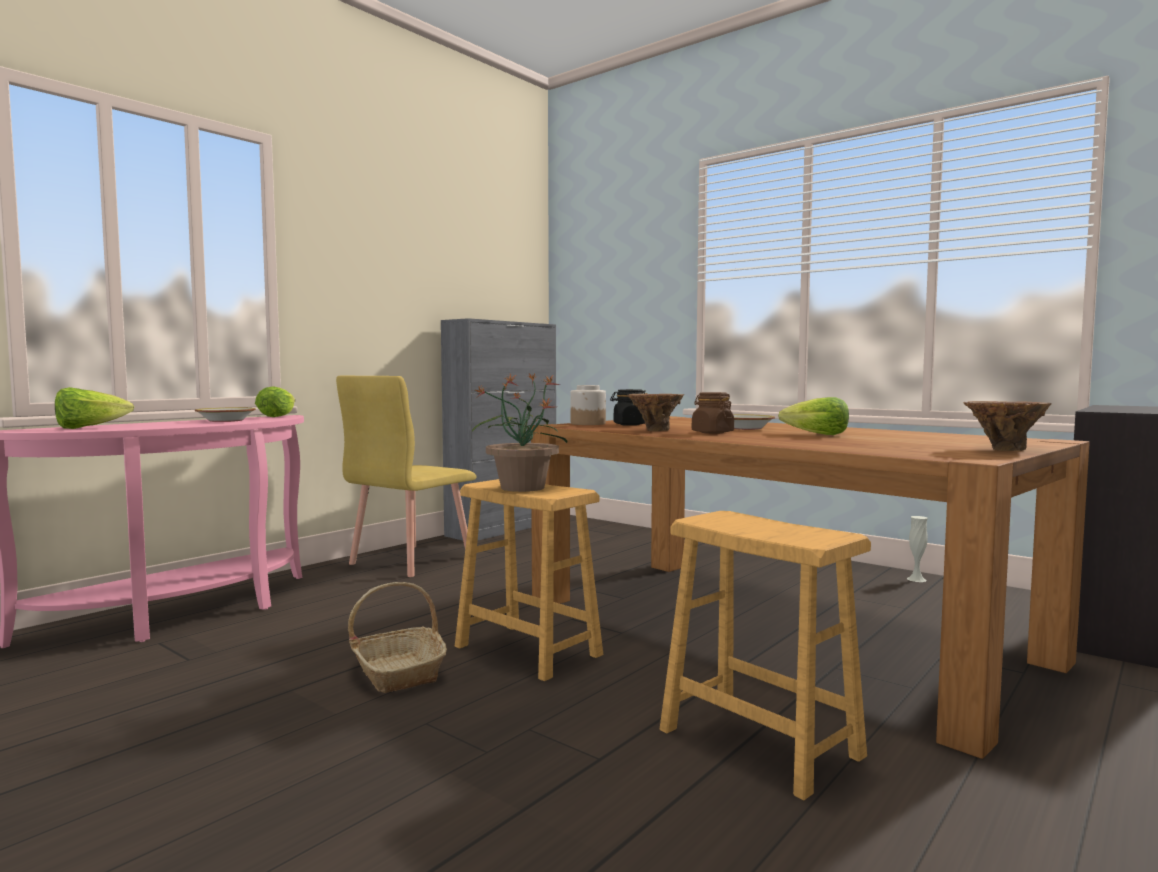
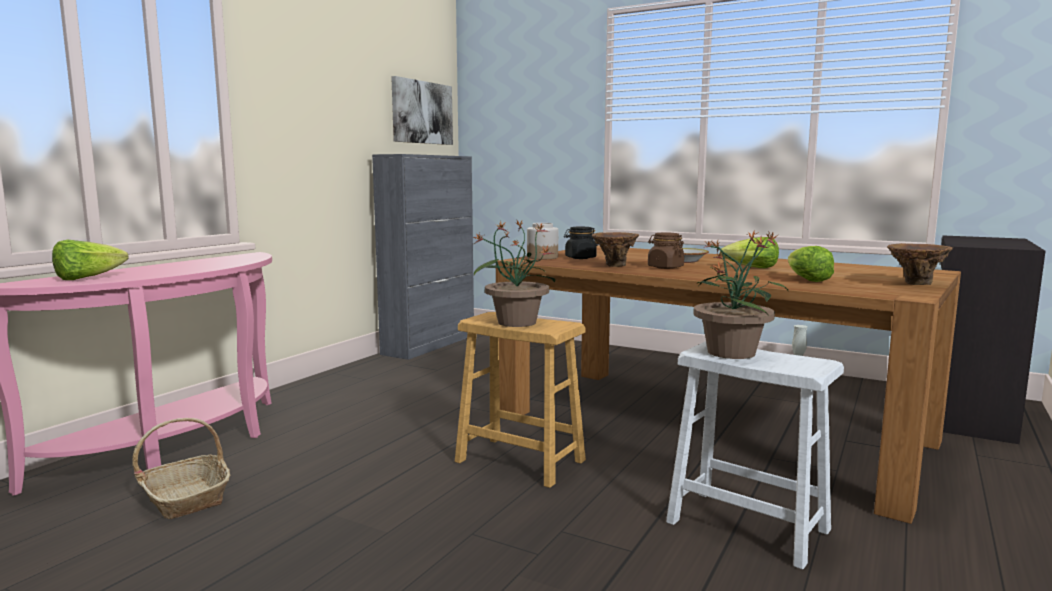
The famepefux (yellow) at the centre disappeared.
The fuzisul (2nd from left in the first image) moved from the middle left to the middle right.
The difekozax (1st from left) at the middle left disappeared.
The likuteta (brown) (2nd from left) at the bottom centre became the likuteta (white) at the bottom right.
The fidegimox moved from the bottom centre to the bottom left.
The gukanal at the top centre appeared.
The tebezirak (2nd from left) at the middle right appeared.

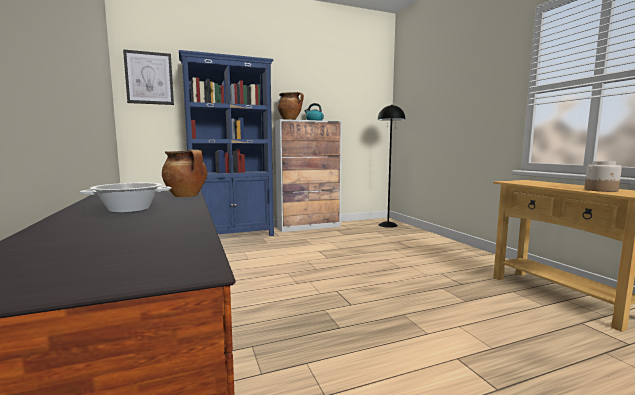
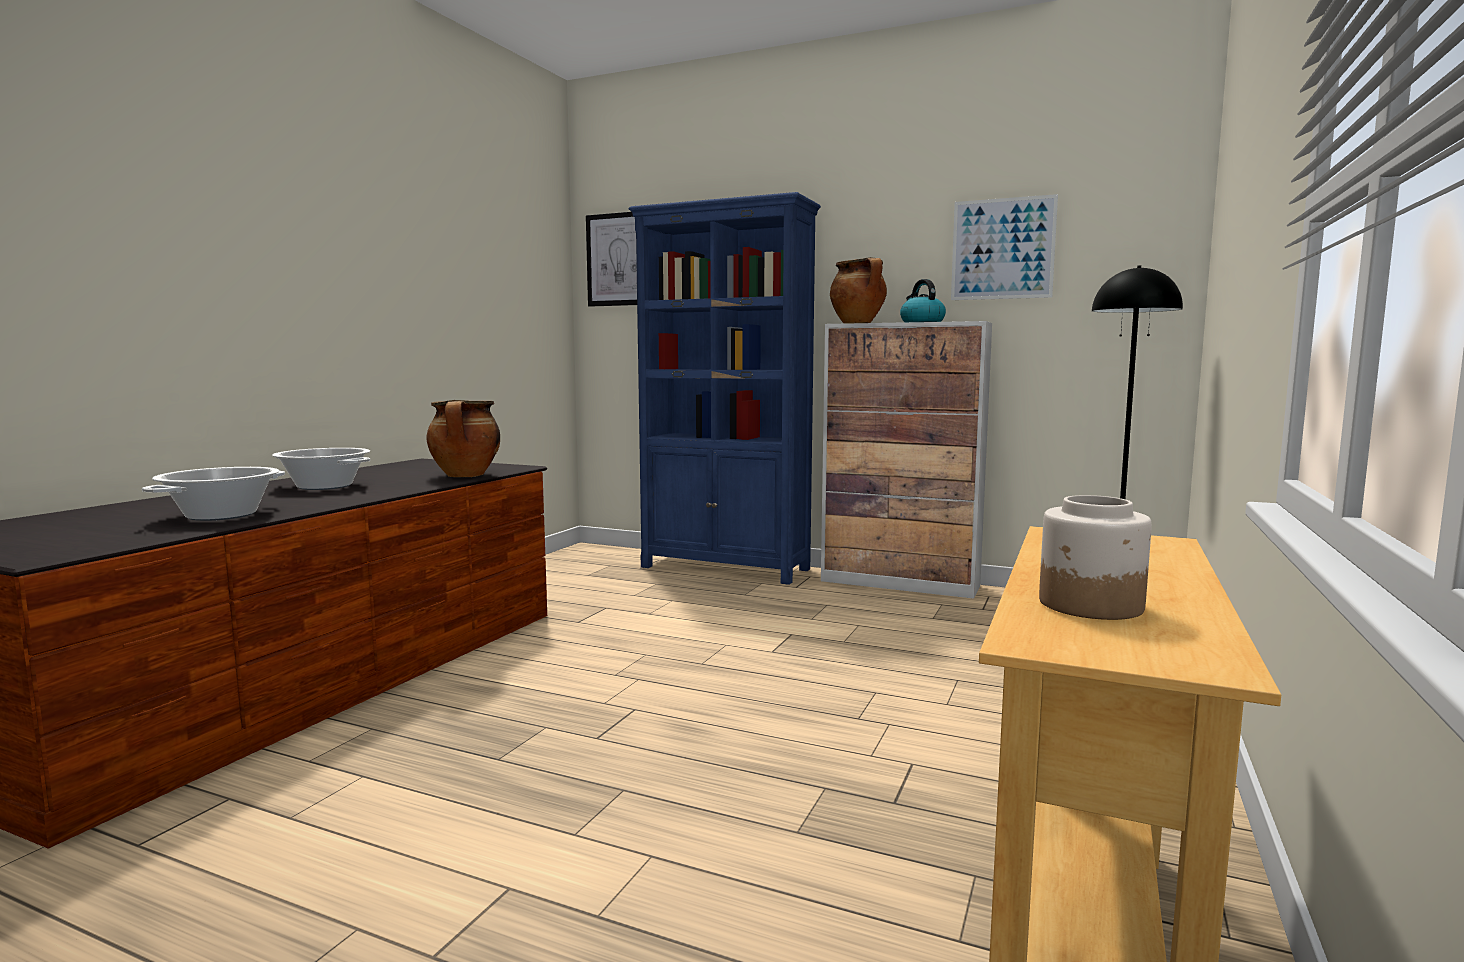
The gukanal (2nd from left) at the top right appeared.
The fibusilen (1st from left) at the middle left appeared.

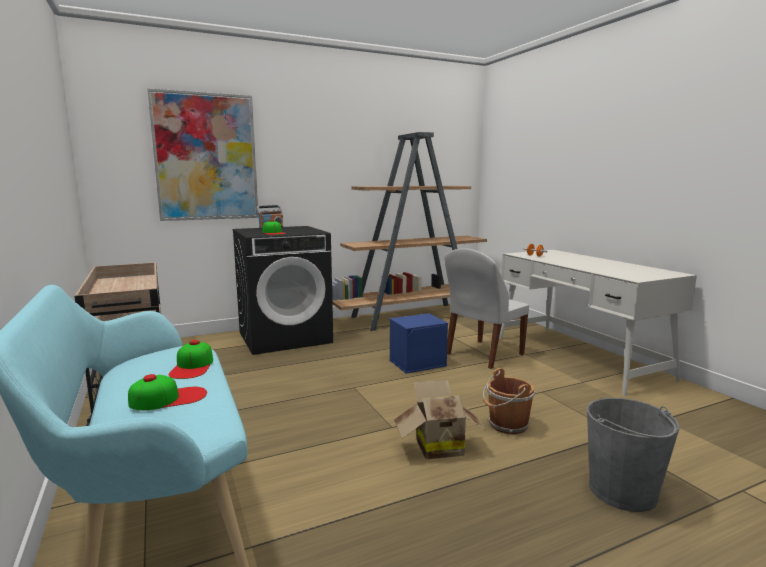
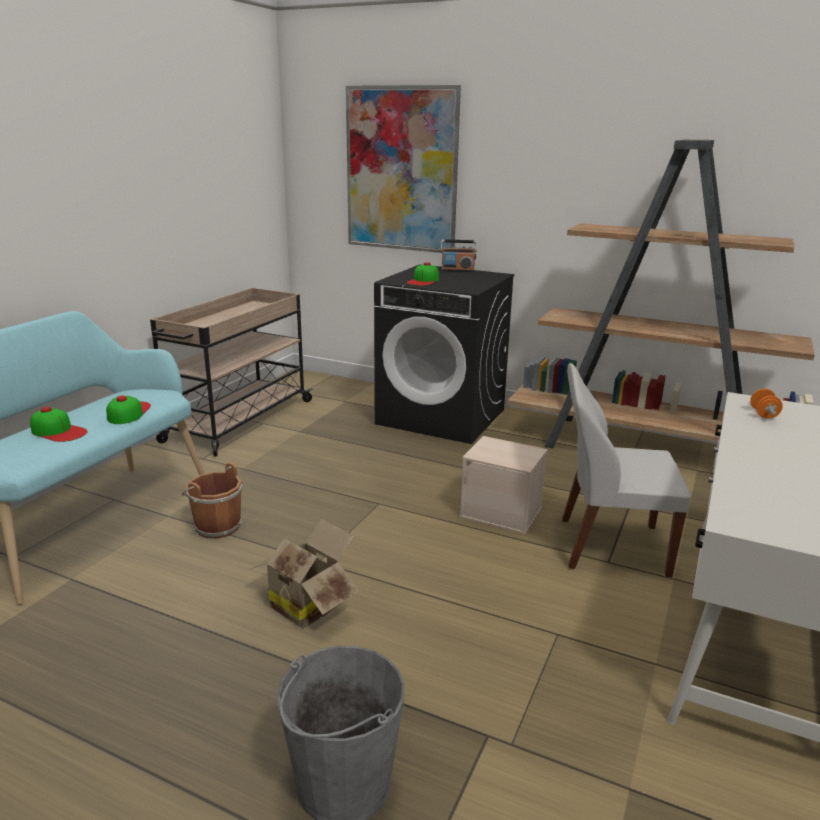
The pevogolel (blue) at the centre became the pevogolel (beige) at the centre.
The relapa (2nd from left) at the middle left turned 135 degrees clockwise.
The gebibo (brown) moved from the bottom centre to the middle left.

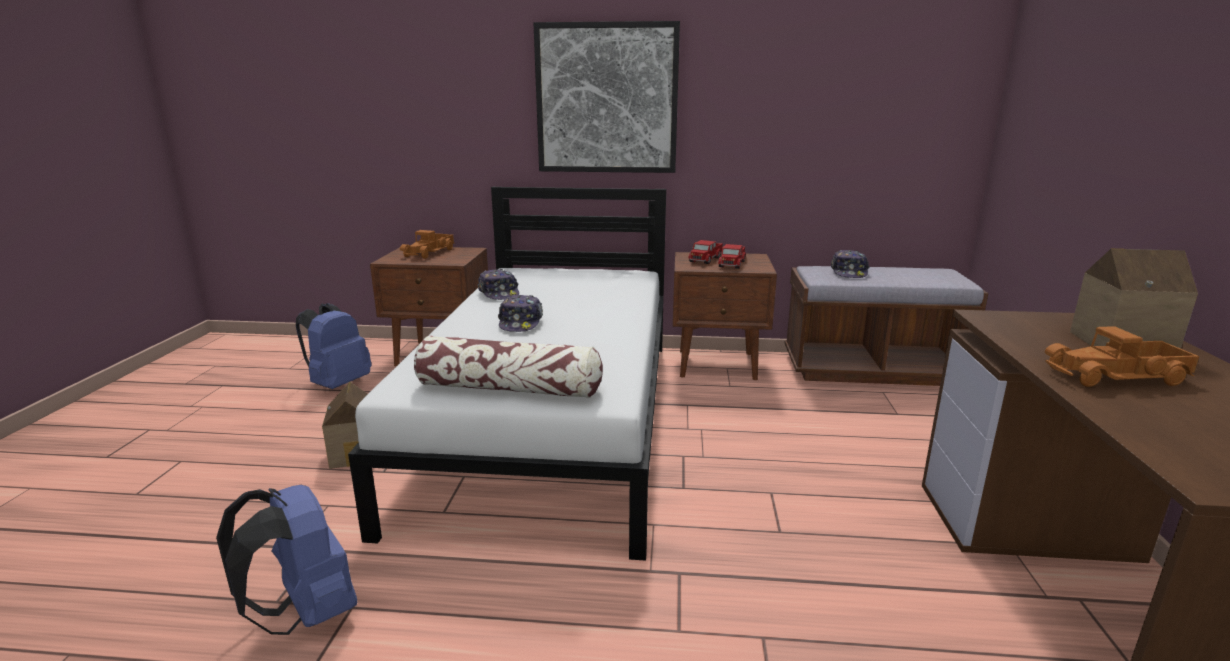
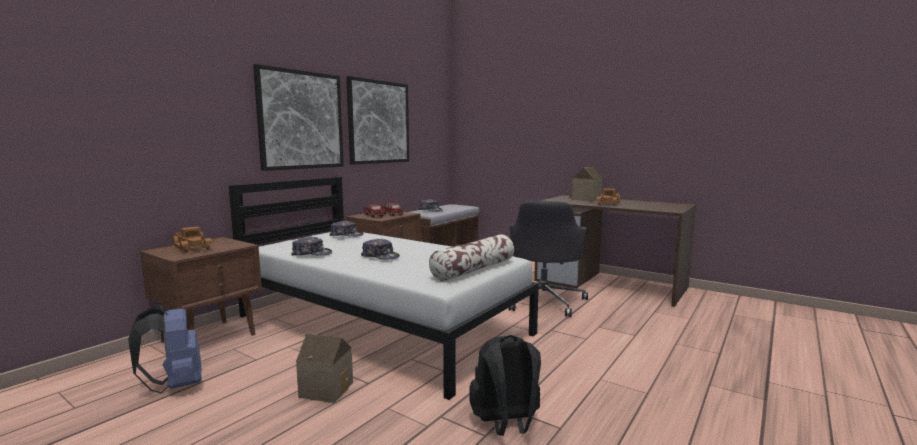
The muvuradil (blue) (1st from left) at the bottom left became the muvuradil (black) at the bottom centre.
The gukanal (2nd from left) at the top centre appeared.
The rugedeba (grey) at the centre appeared.
The relapa (2nd from left) at the centre appeared.

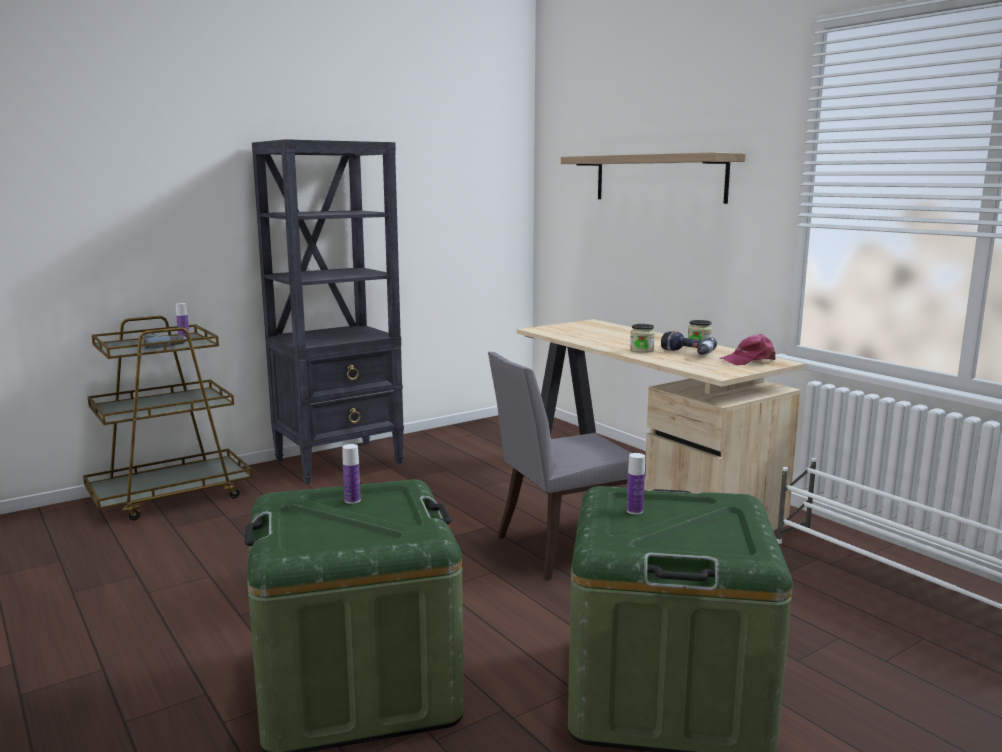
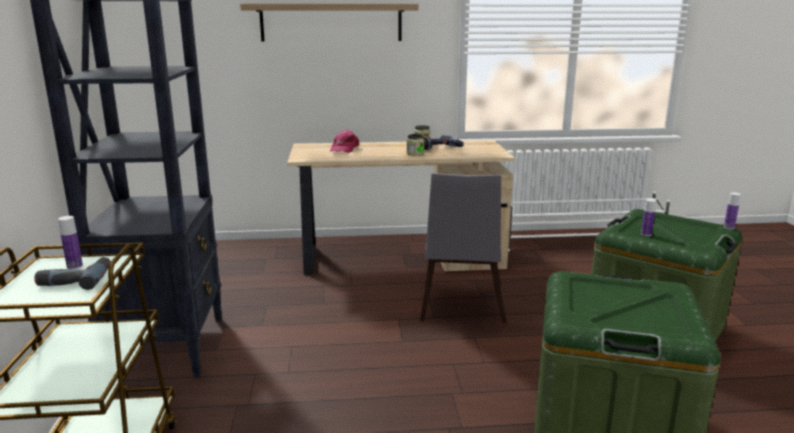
The relapa (pink) moved from the middle right to the top centre.
The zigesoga (2nd from left in the first image) moved from the centre to the middle right.

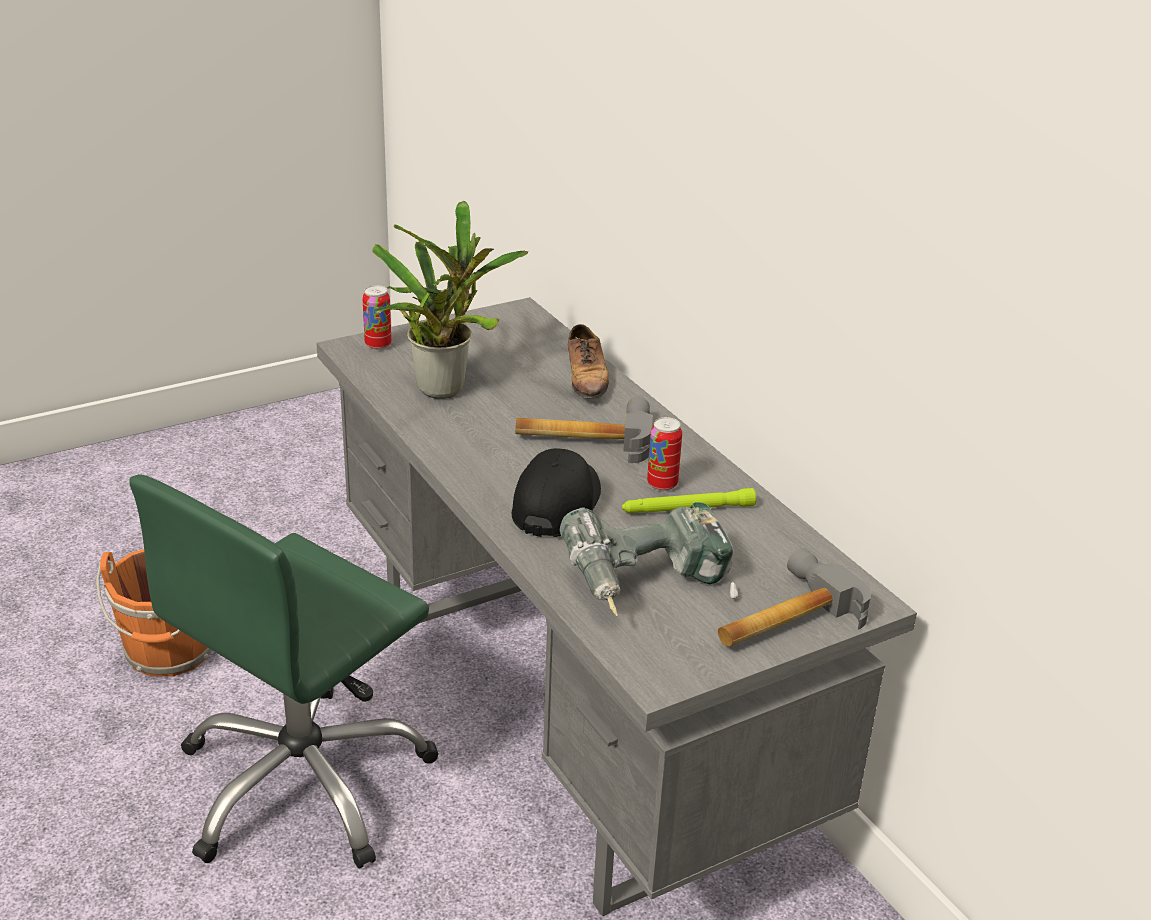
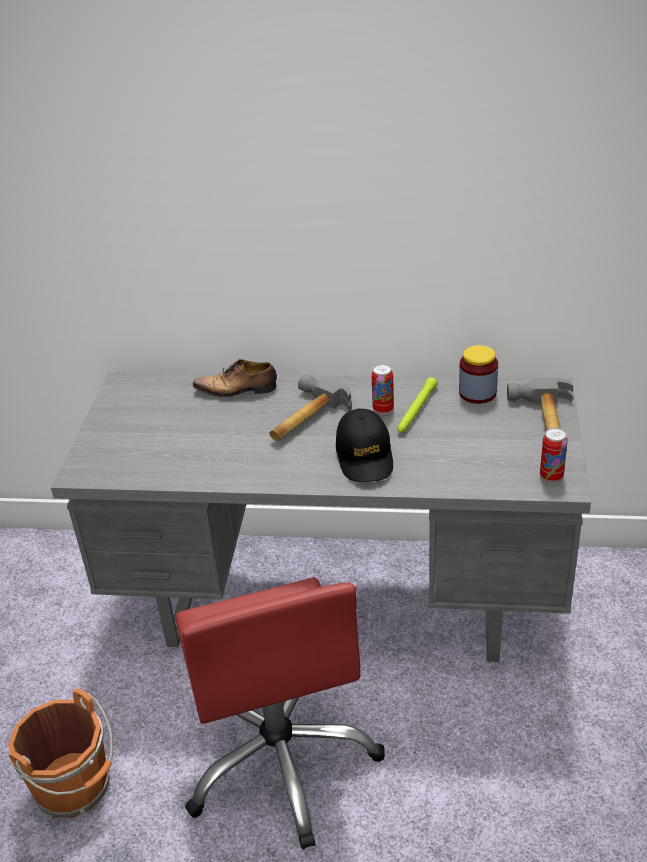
The tebezirak at the top centre disappeared.
The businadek (1st from left in the first image) moved from the middle left to the middle right.
The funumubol at the centre turned 150 degrees clockwise.
The relapa (black) at the centre turned 150 degrees counterclockwise.
The rugedeba (green) at the bottom left became the rugedeba (red) at the bottom centre.
The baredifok at the centre disappeared.
The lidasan at the middle right appeared.

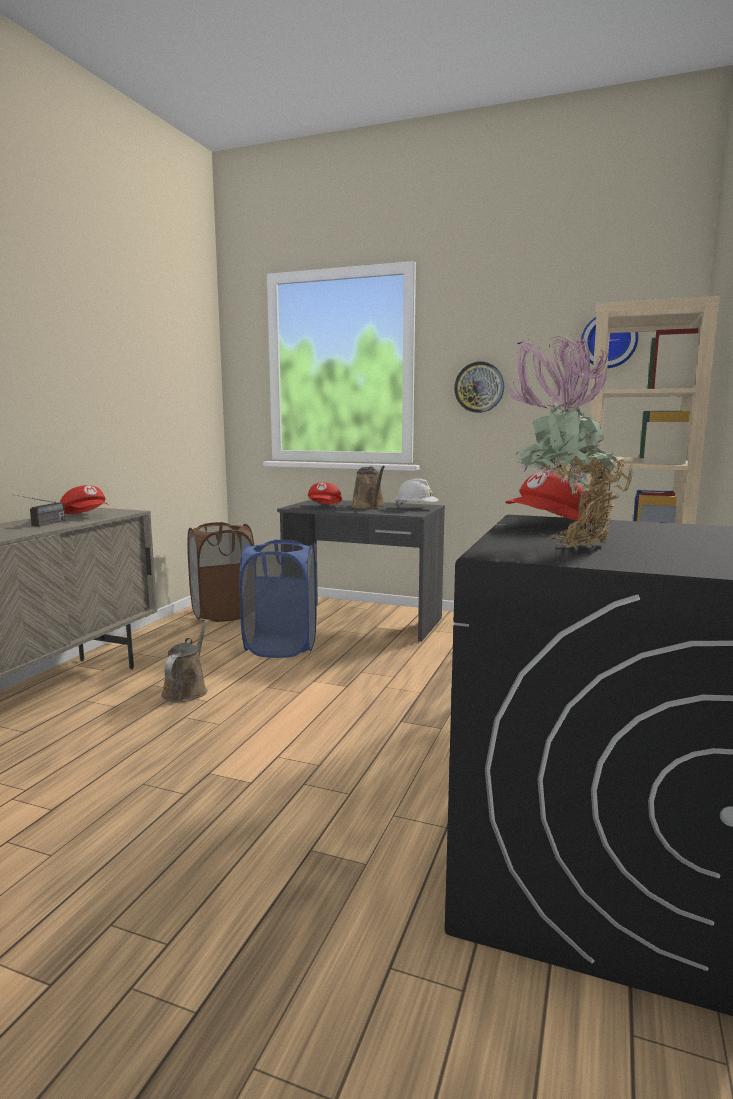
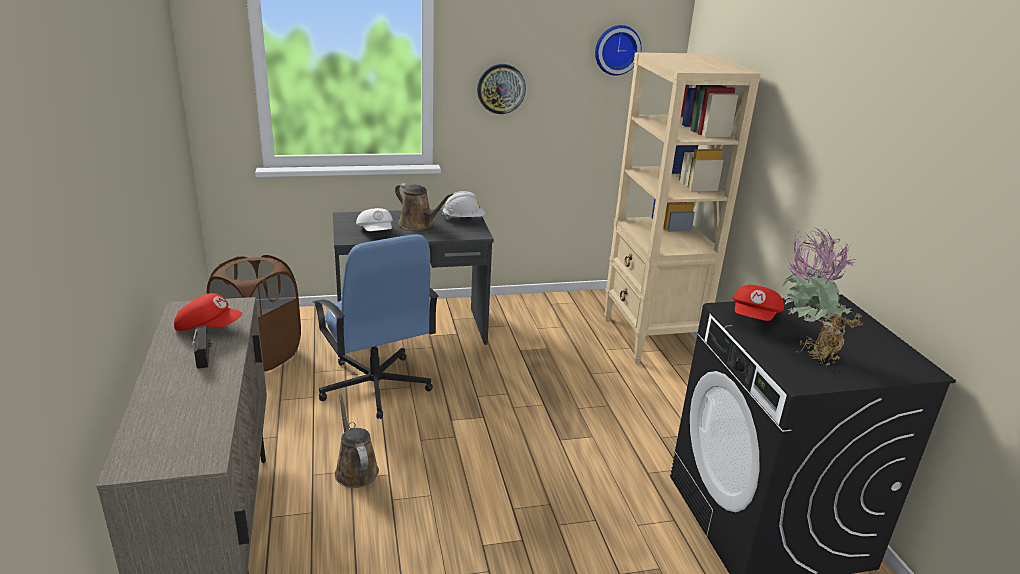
The relapa (red) (2nd from left) at the centre became the relapa (white) at the centre.
The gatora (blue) at the centre was replaced by the rugedeba (blue) at the centre.

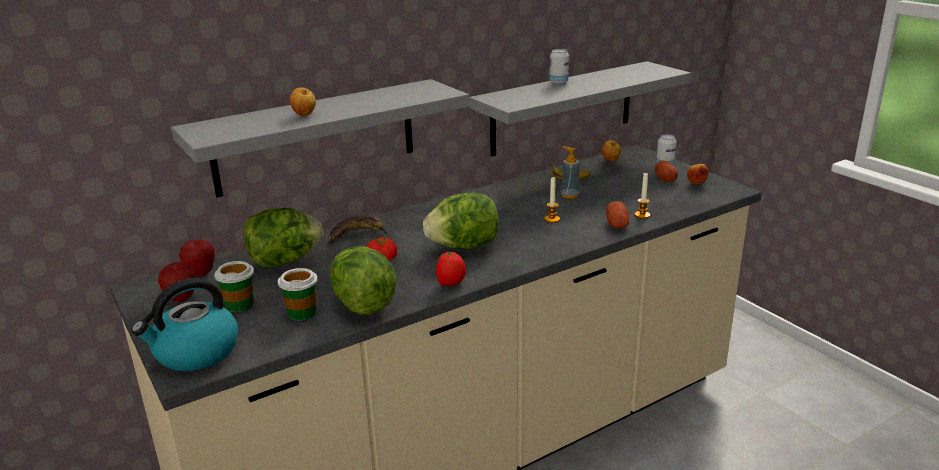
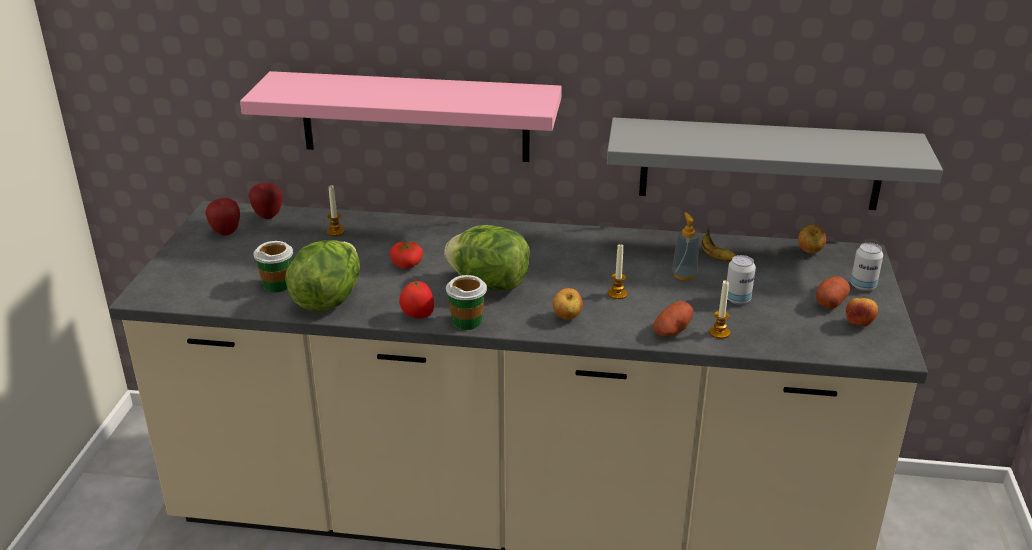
The businadek (1st from left) moved from the top centre to the middle right.
The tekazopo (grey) (1st from left) at the top centre became the tekazopo (pink) at the top centre.
The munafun (3rd from left) moved from the top left to the centre.
The fuzisul (1st from left) at the middle left was replaced by the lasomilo (1st from left) at the middle left.
The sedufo (1st from left) at the centre disappeared.
The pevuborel (1st from left in the first image) moved from the middle left to the centre.
The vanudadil at the bottom left disappeared.

